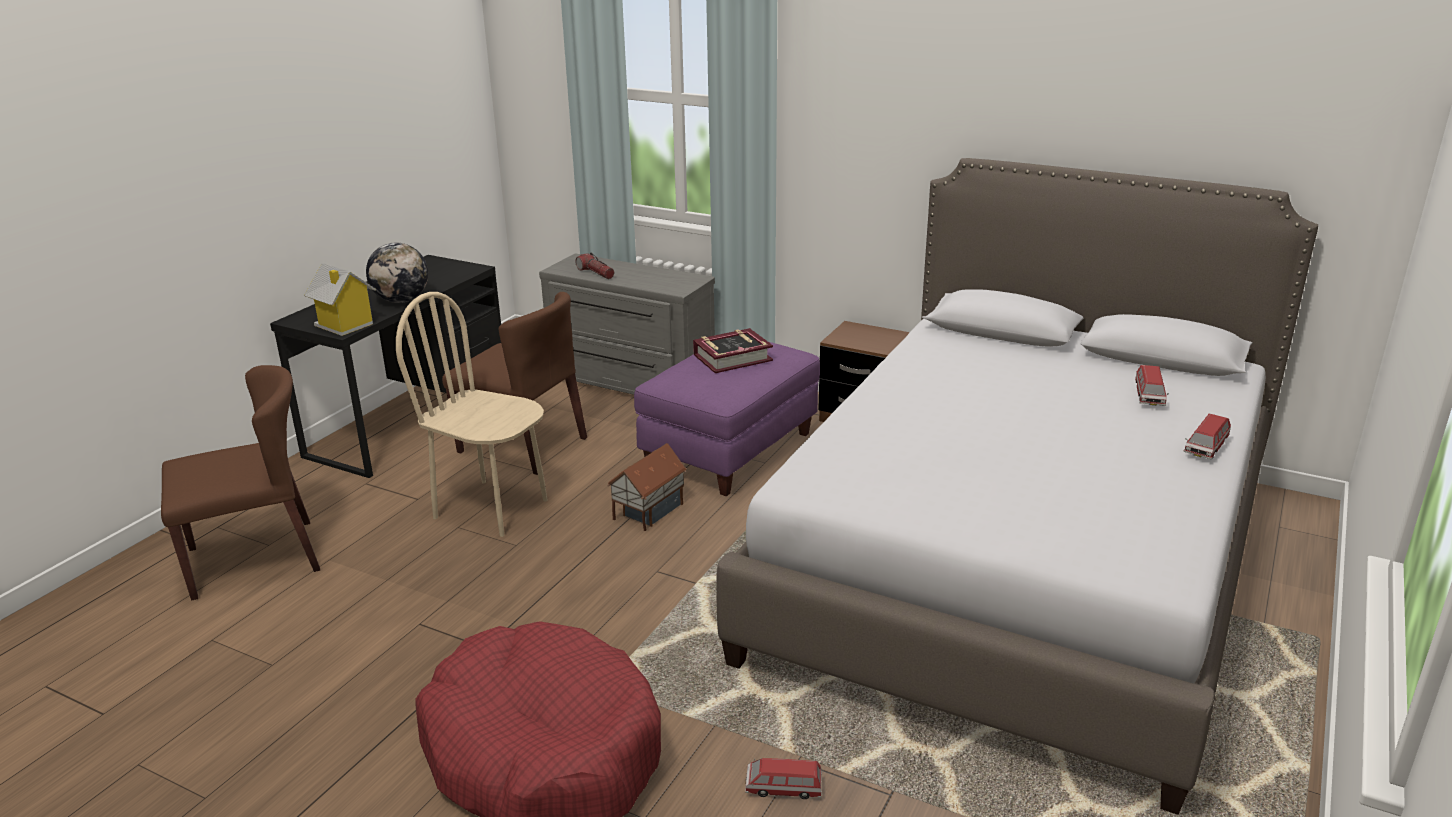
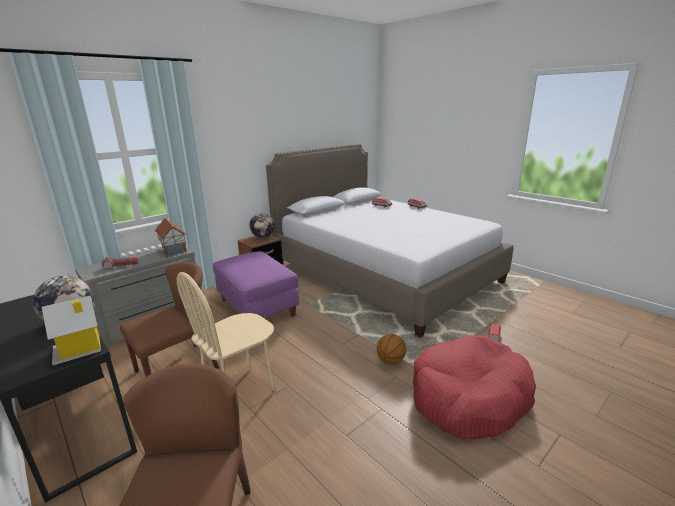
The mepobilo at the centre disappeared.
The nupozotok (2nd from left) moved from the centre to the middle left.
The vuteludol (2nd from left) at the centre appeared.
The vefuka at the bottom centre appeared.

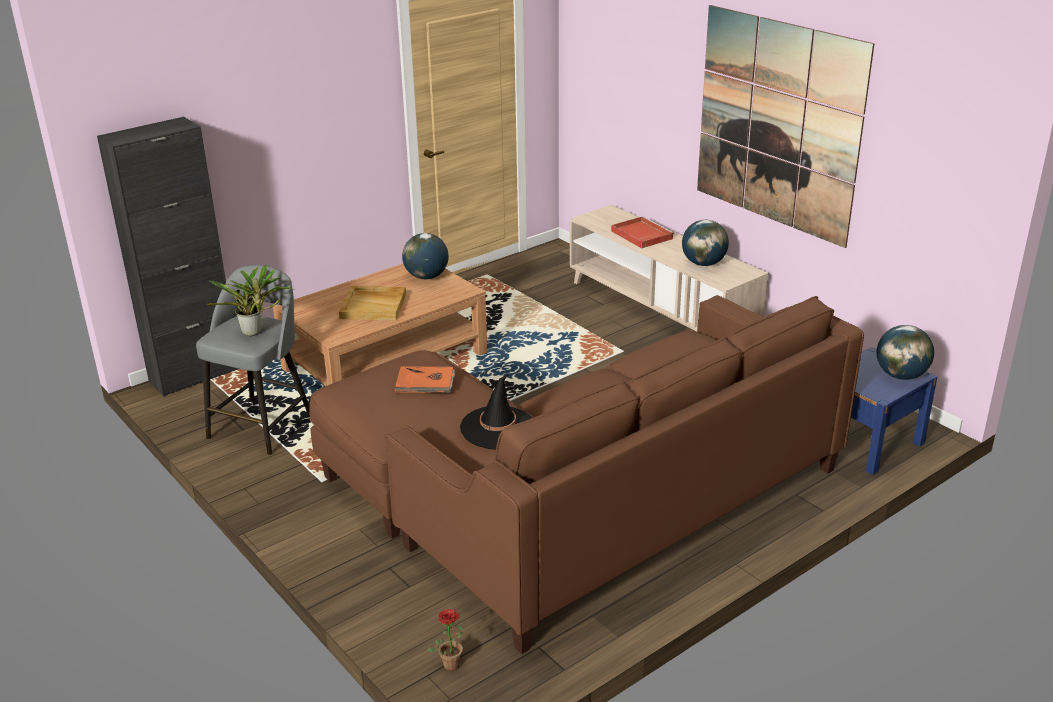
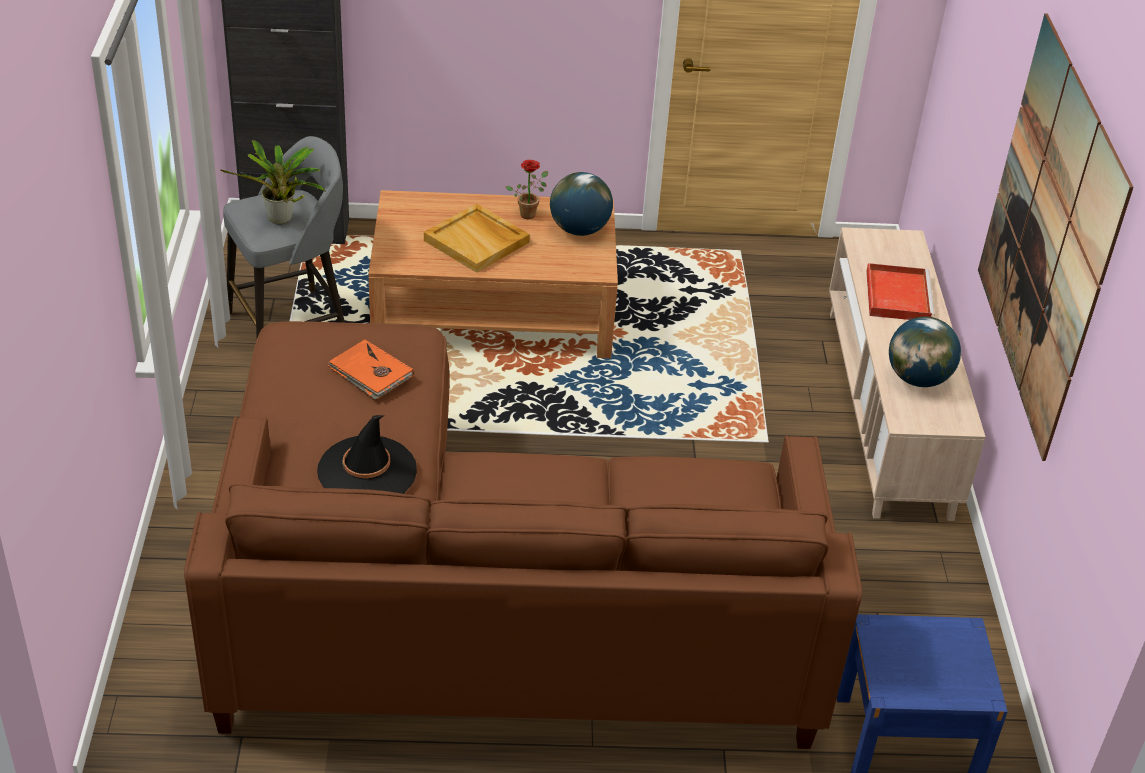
The vuteludol (3rd from left) at the middle right disappeared.
The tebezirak (2nd from left) moved from the bottom centre to the top centre.

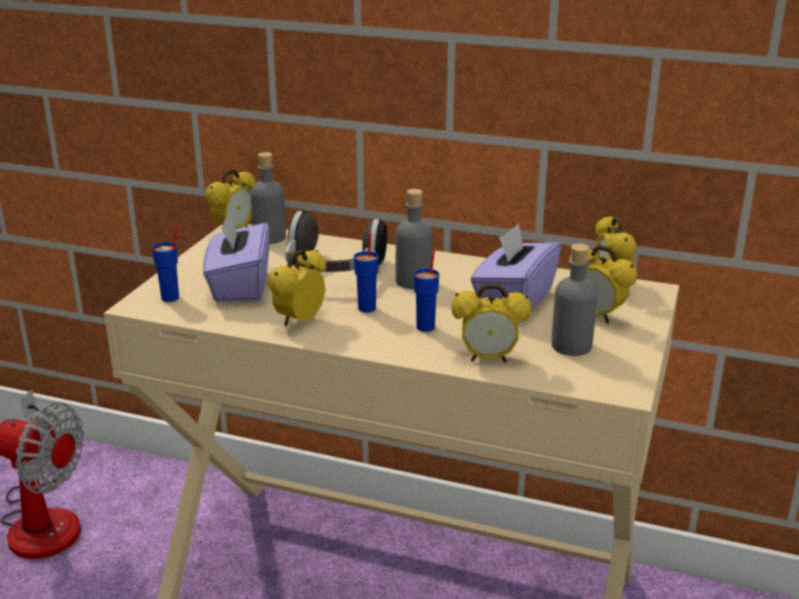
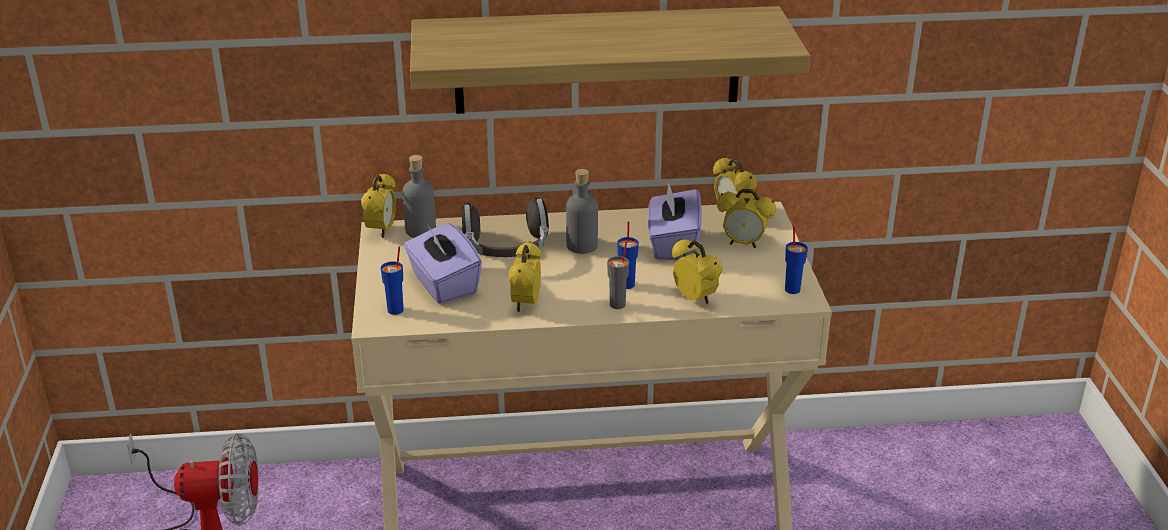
The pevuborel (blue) (2nd from left in the first image) moved from the centre to the middle right.
The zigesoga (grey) (3rd from left) at the middle right disappeared.
The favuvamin (3rd from left) at the centre turned 105 degrees counterclockwise.
The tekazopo at the top centre appeared.
The pevuborel (grey) at the centre appeared.

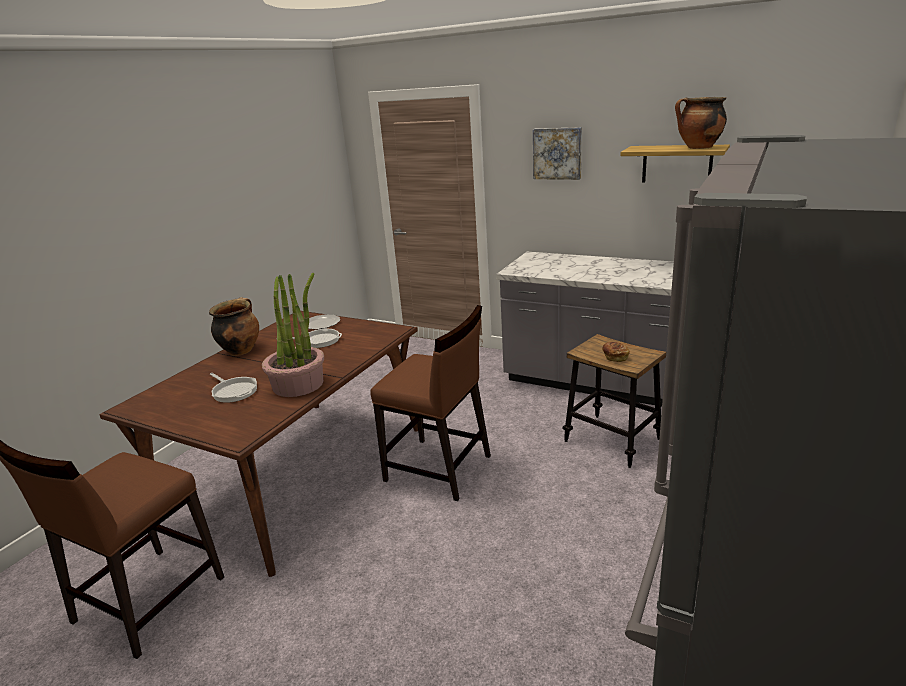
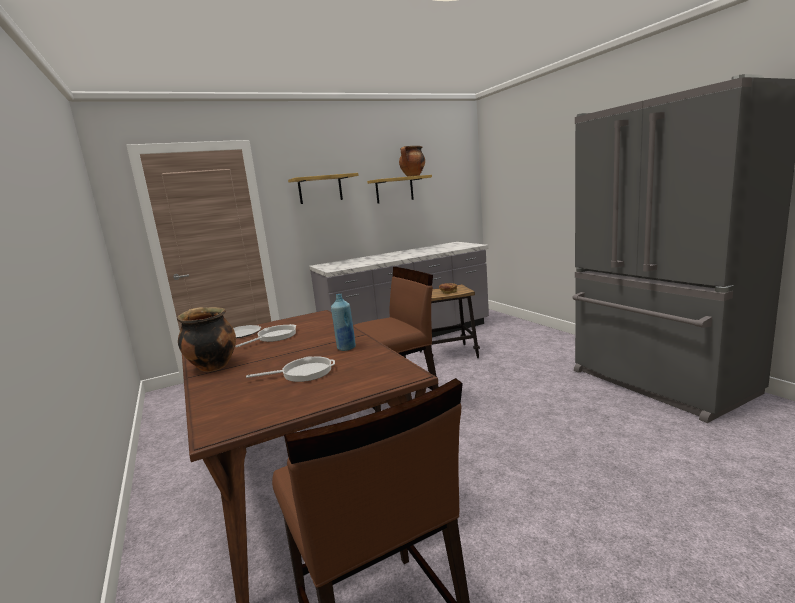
The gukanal at the top centre was replaced by the tekazopo (1st from left) at the top centre.
The tebezirak at the middle left was replaced by the zigesoga (blue) at the centre.

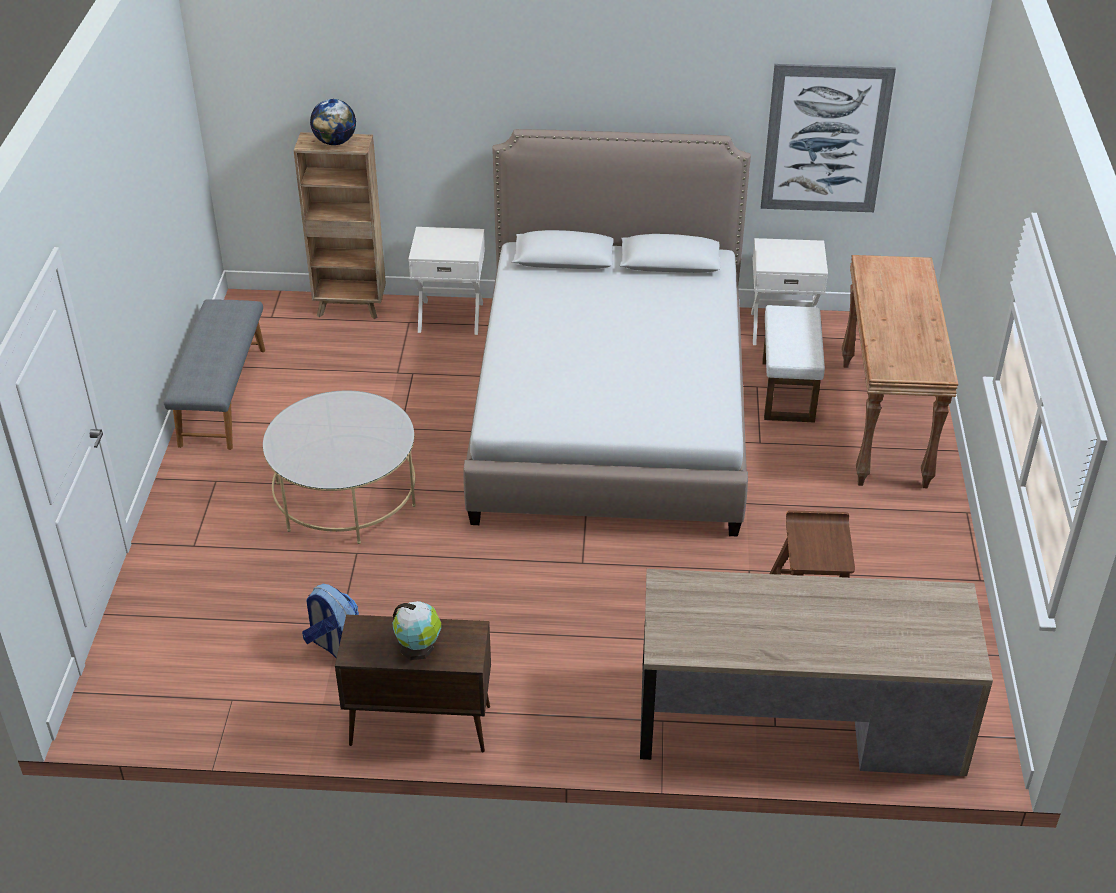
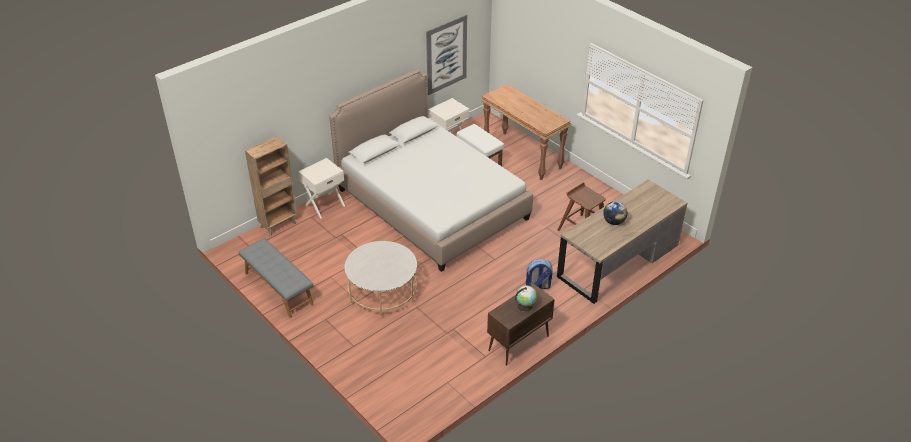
The vuteludol (1st from left in the first image) moved from the top left to the middle right.
The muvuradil moved from the bottom left to the centre.

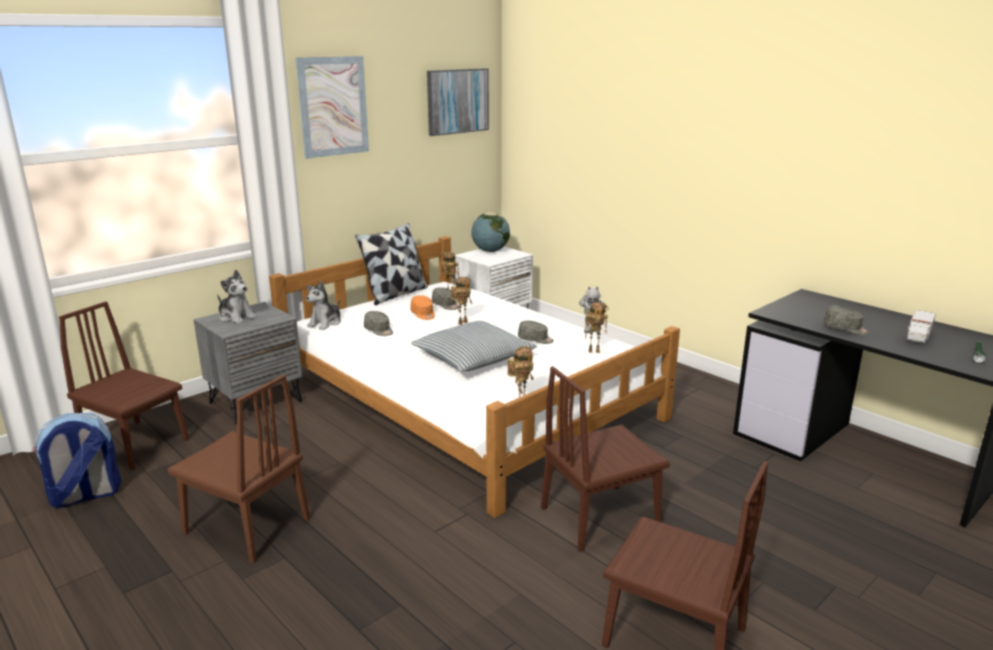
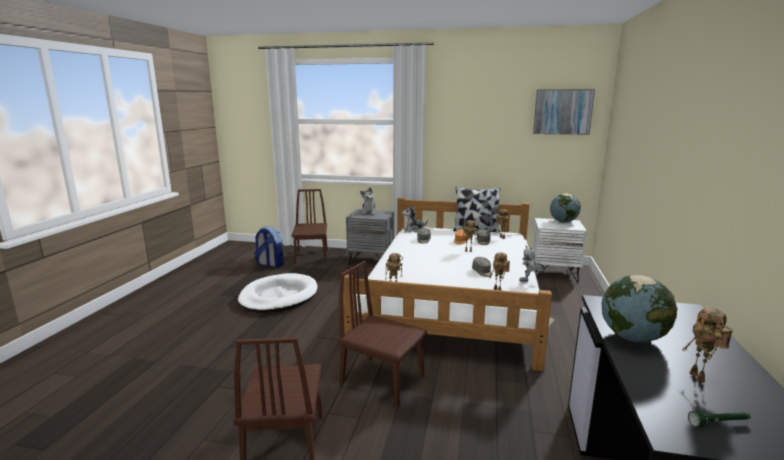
The gukanal (1st from left) at the top centre disappeared.
The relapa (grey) (4th from left) at the middle right was replaced by the vuteludol (2nd from left) at the bottom right.
The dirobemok at the middle right was replaced by the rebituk (6th from left) at the bottom right.
The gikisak (2nd from left) at the centre disappeared.
The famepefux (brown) (2nd from left) at the bottom left was replaced by the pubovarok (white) at the centre.

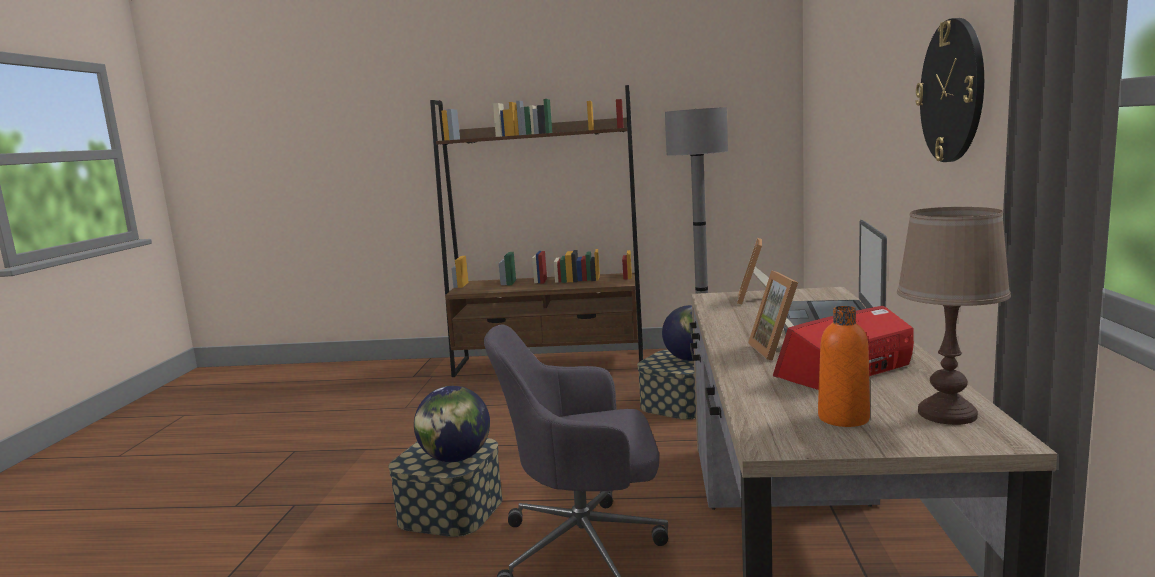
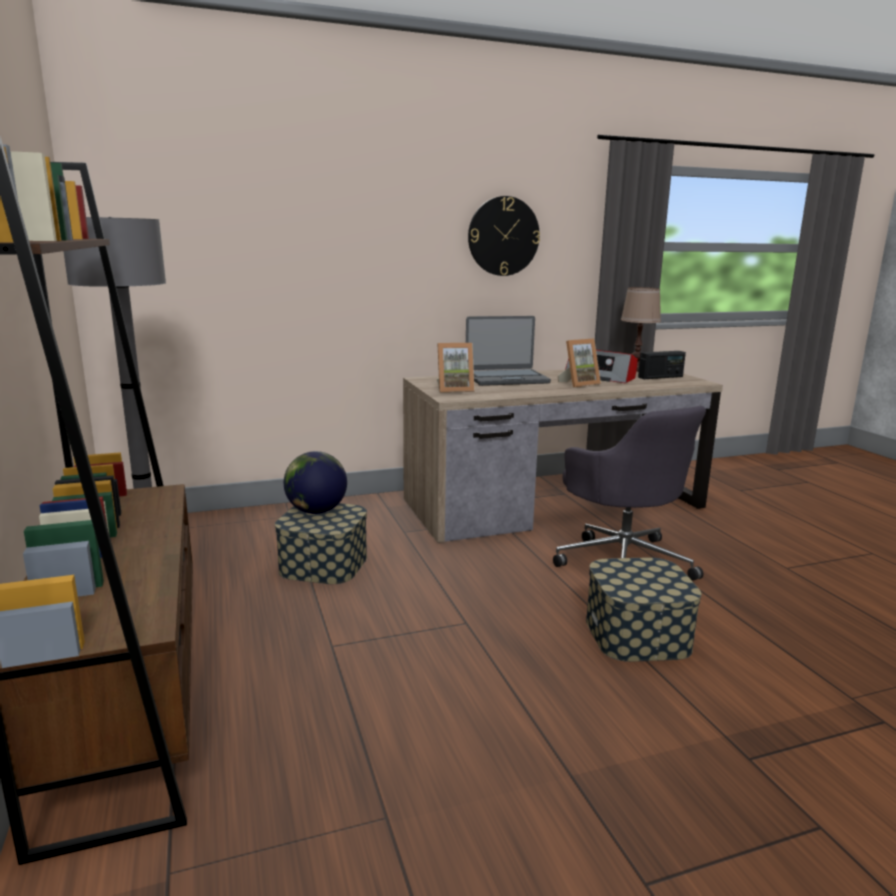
The zigesoga (orange) at the middle right was replaced by the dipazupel (2nd from left) at the middle right.
The vuteludol (1st from left) at the bottom centre disappeared.

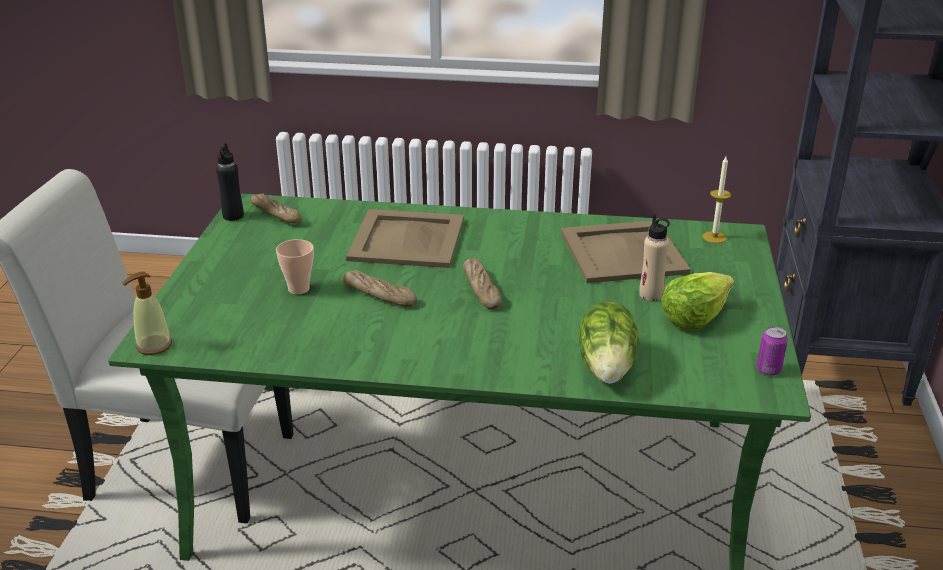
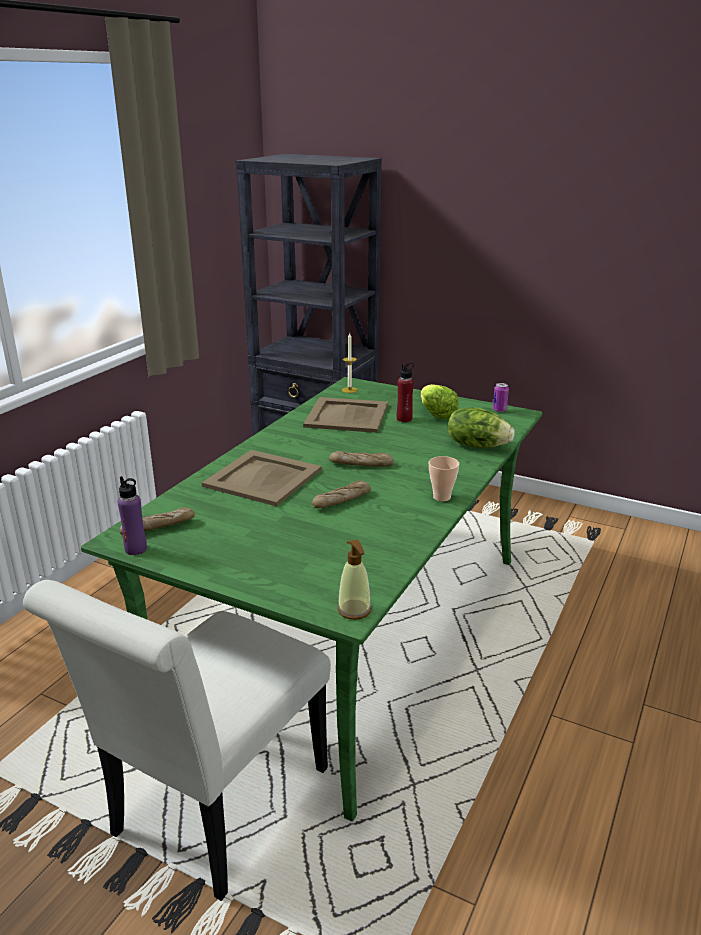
The zigesoga (black) at the top left became the zigesoga (purple) at the middle left.
The zigesoga (beige) at the middle right became the zigesoga (red) at the centre.
The pevuborel moved from the middle left to the centre.

